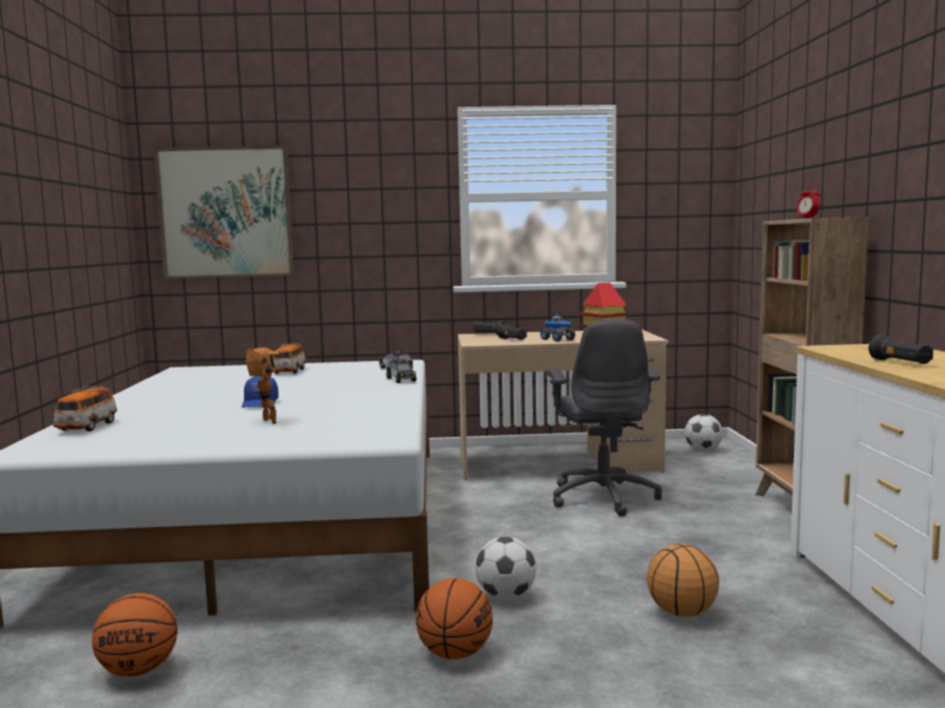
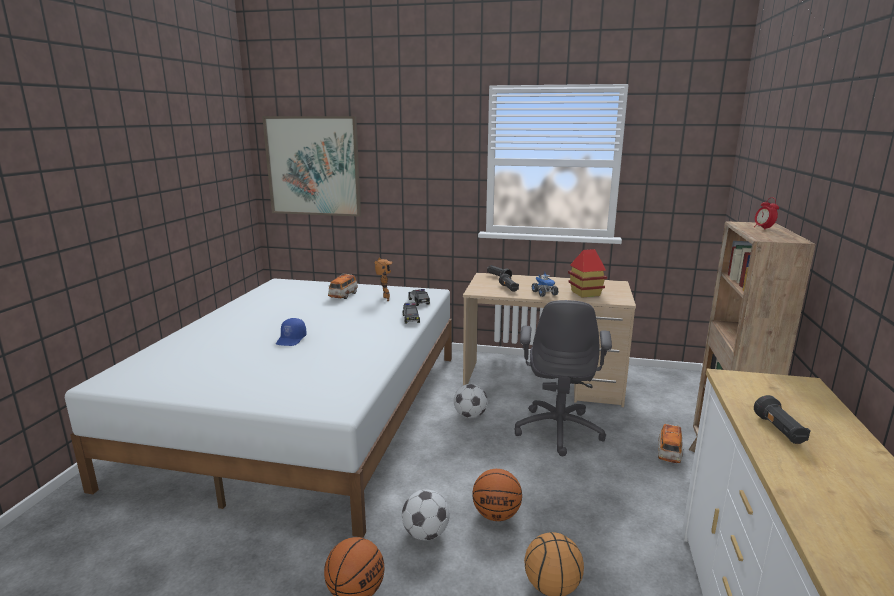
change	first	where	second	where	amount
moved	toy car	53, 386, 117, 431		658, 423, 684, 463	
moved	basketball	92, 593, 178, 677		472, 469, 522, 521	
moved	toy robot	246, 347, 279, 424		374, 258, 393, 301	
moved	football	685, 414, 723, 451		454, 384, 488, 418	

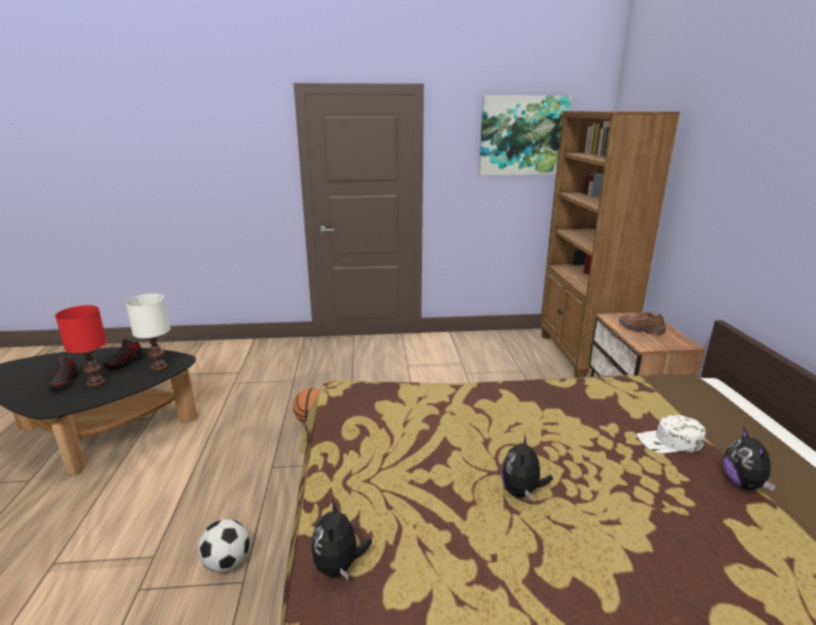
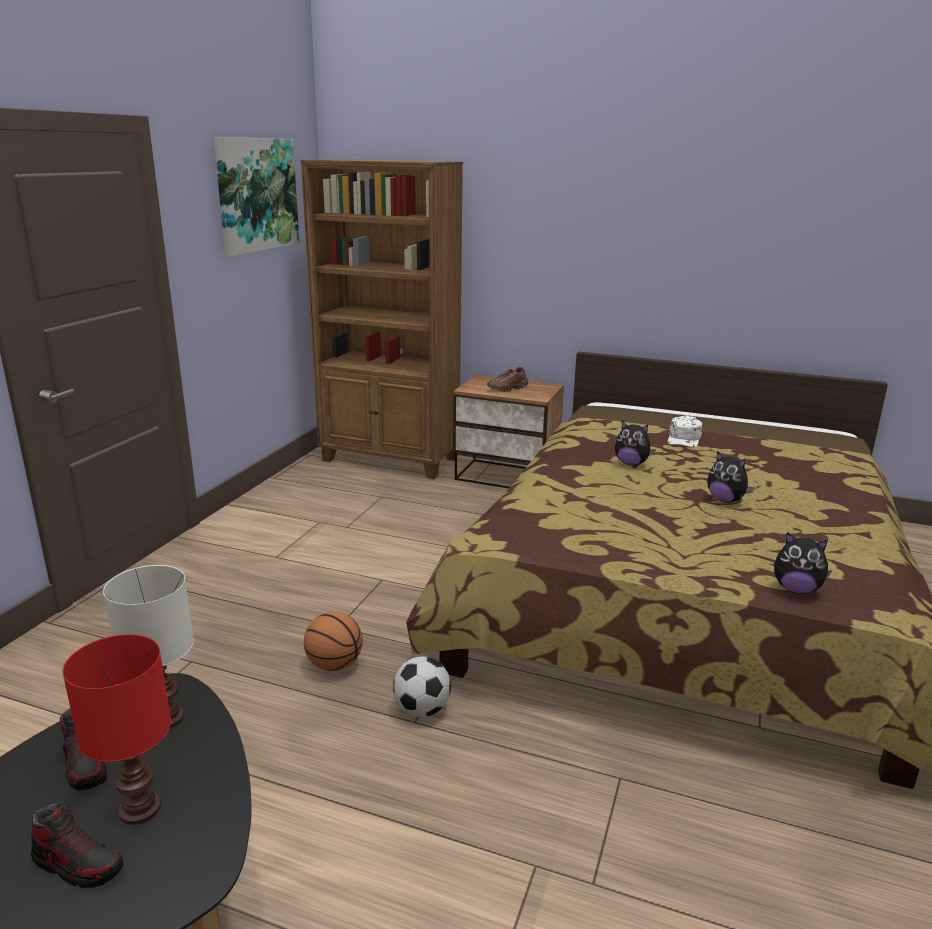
change	first	where	second	where	amount
moved	football	198, 519, 249, 572		393, 657, 451, 717	
moved	plush toy	723, 428, 776, 491		615, 421, 656, 466	

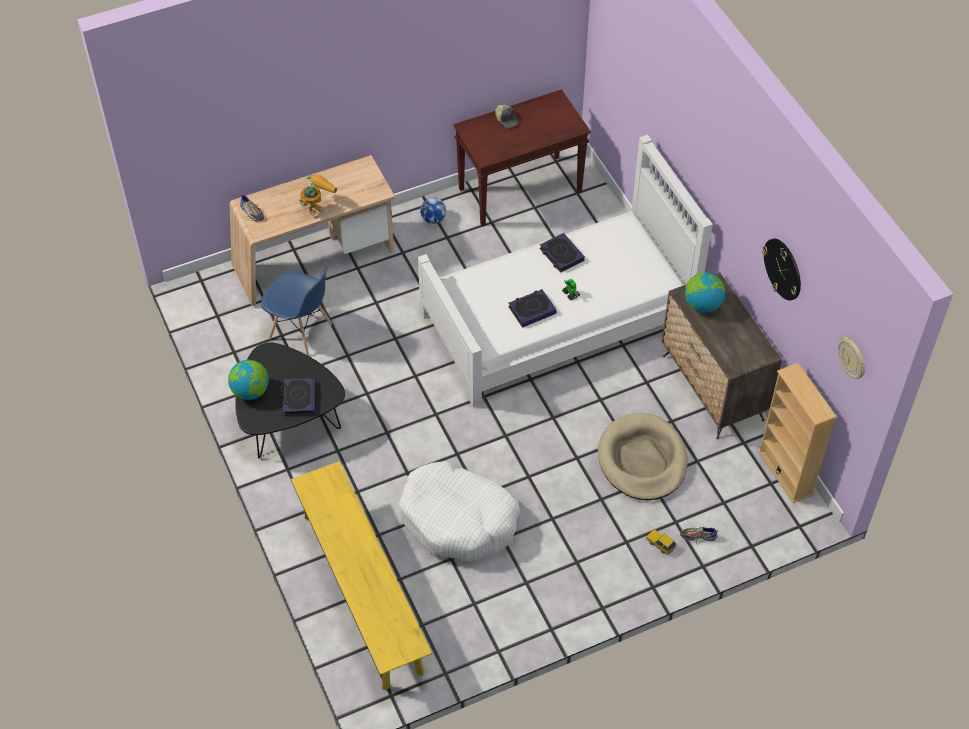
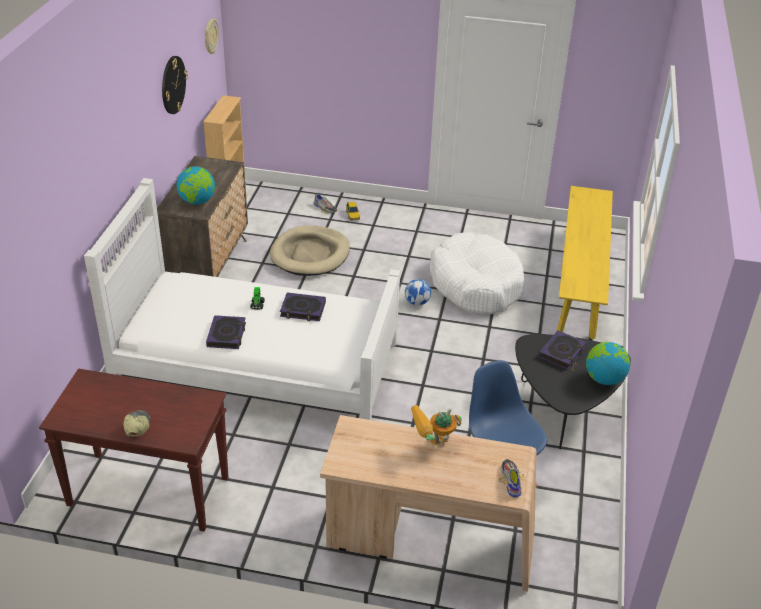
change	first	where	second	where	amount
moved	football	420, 198, 446, 224		405, 279, 431, 306	

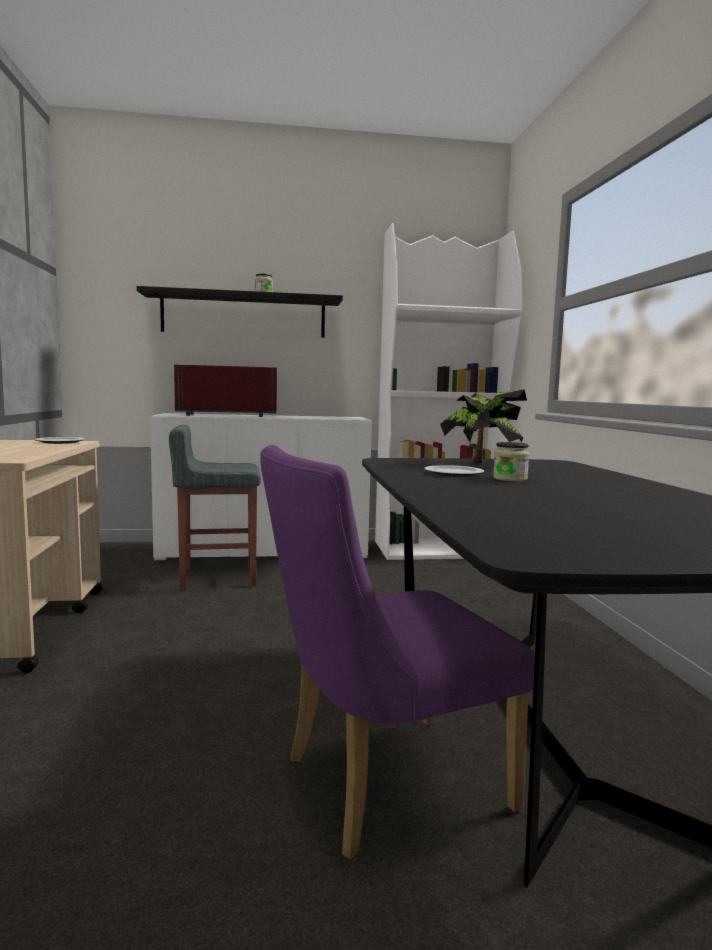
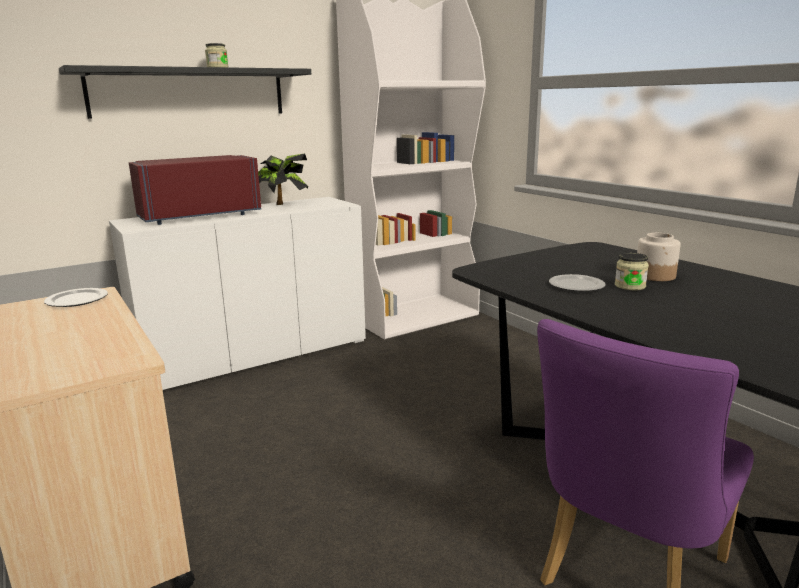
change	first	where	second	where	amount
removed	grey stool	169, 425, 261, 589			
added			jar	637, 233, 681, 281	
moved	potted plant	440, 389, 527, 463		258, 153, 308, 205	

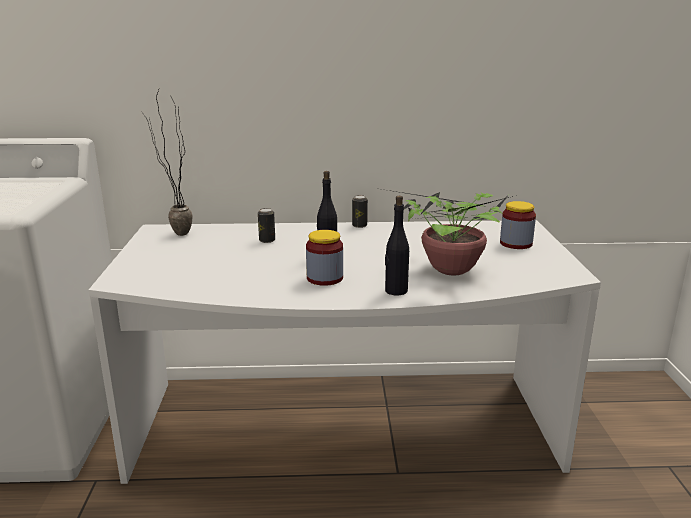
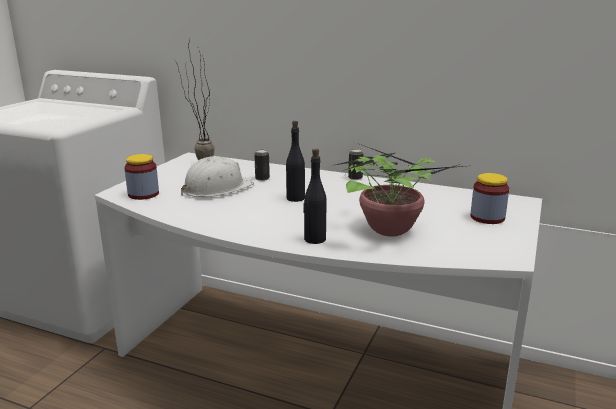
change	first	where	second	where	amount
added			white hard hat	181, 156, 254, 197	
moved	jar	306, 230, 343, 286		124, 154, 159, 200	

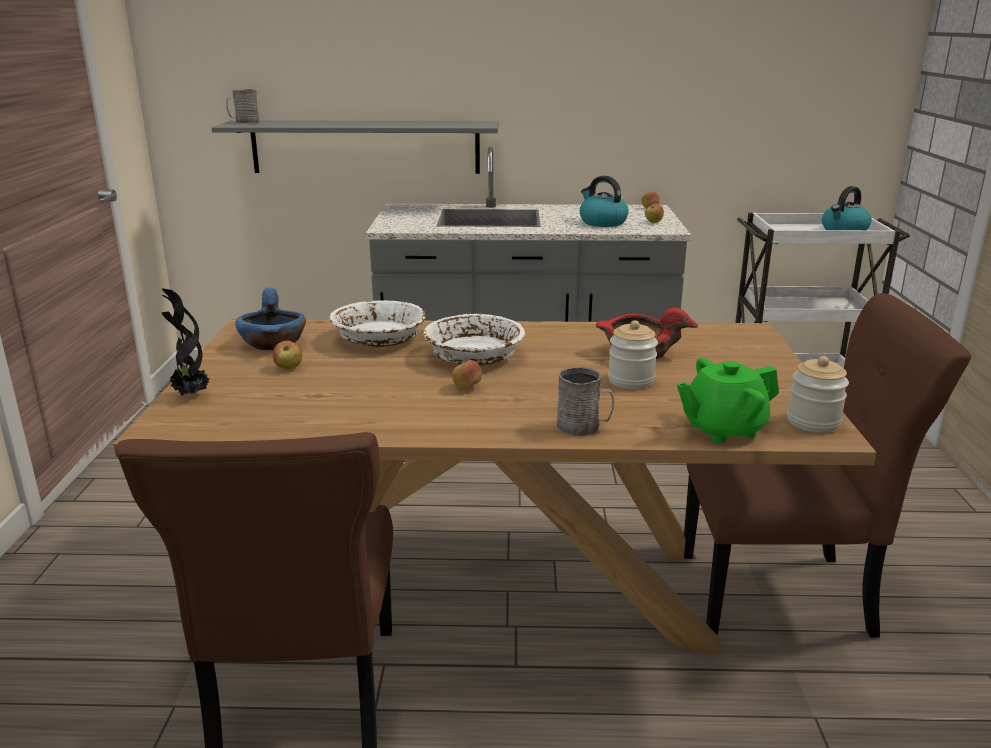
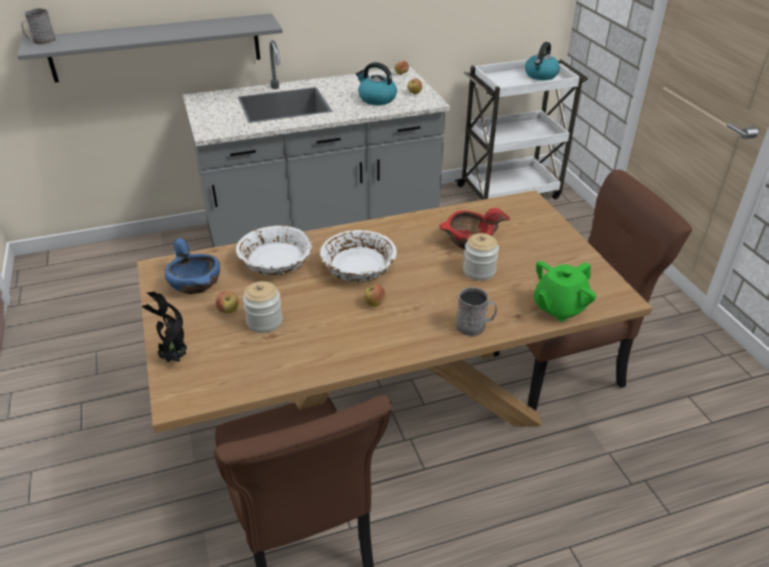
change	first	where	second	where	amount
moved	jar	787, 356, 849, 433		243, 281, 283, 333	

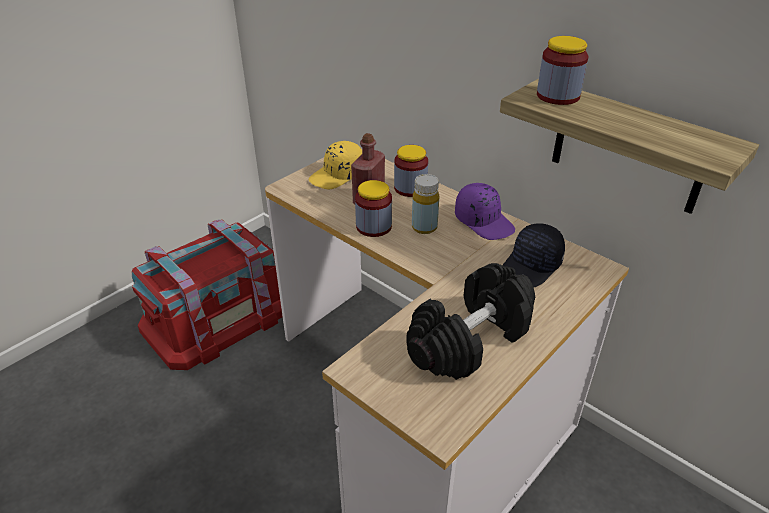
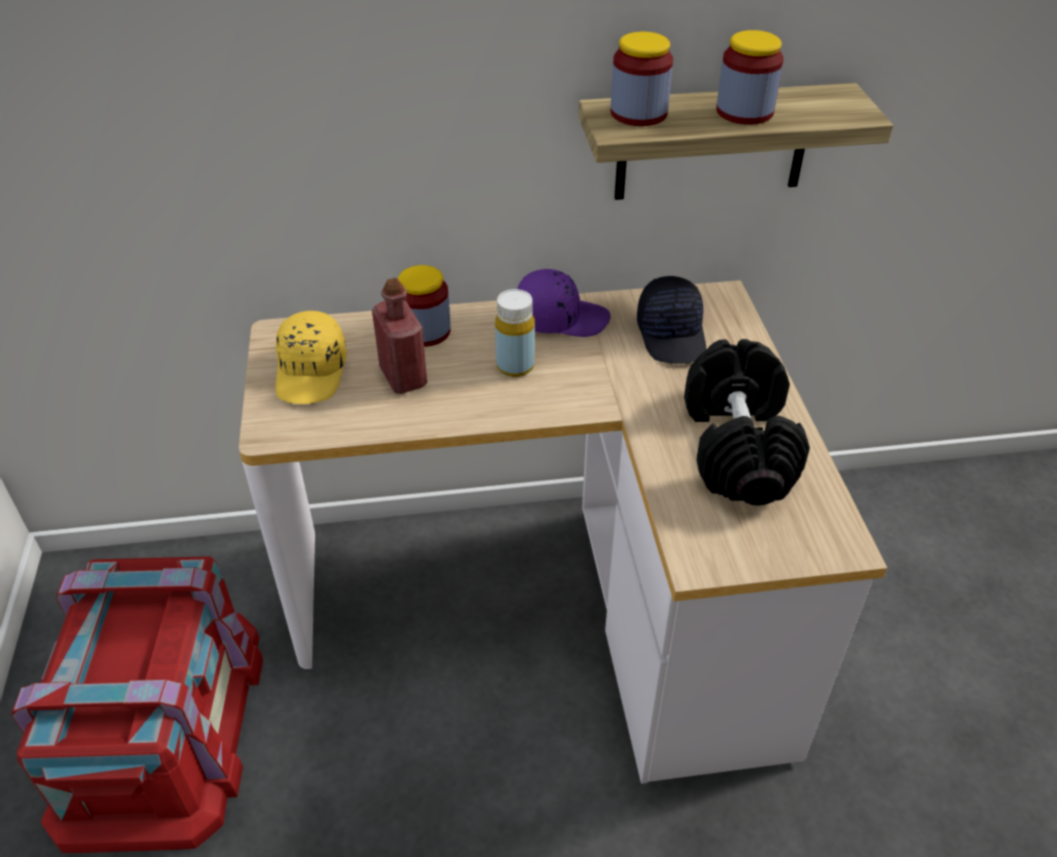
change	first	where	second	where	amount
moved	jar	355, 180, 392, 237		716, 30, 784, 125	

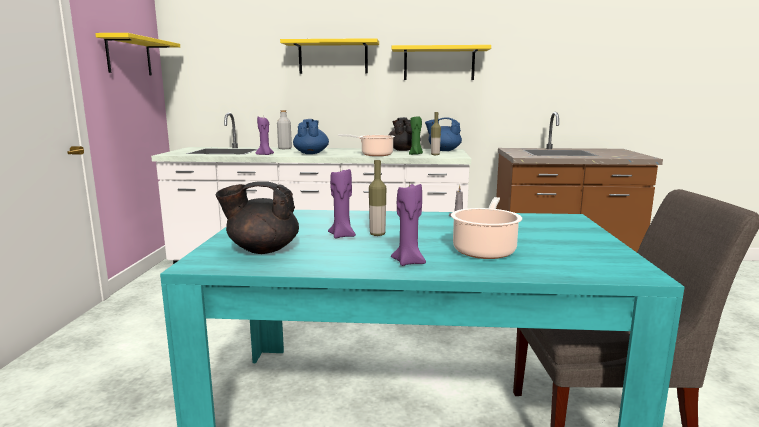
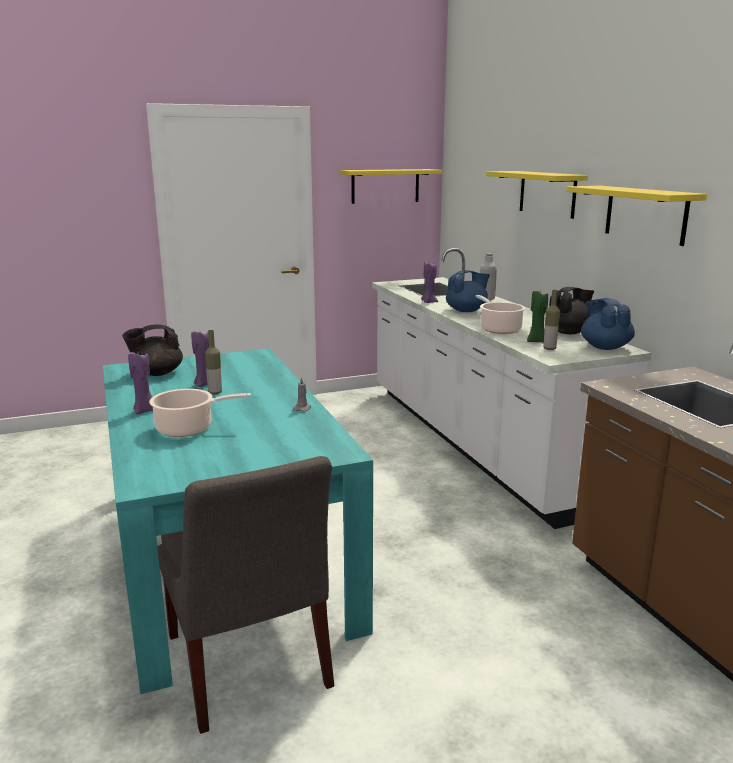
change	first	where	second	where	amount
turned	black teapot	216, 181, 299, 254		122, 324, 183, 376	90 degrees counterclockwise

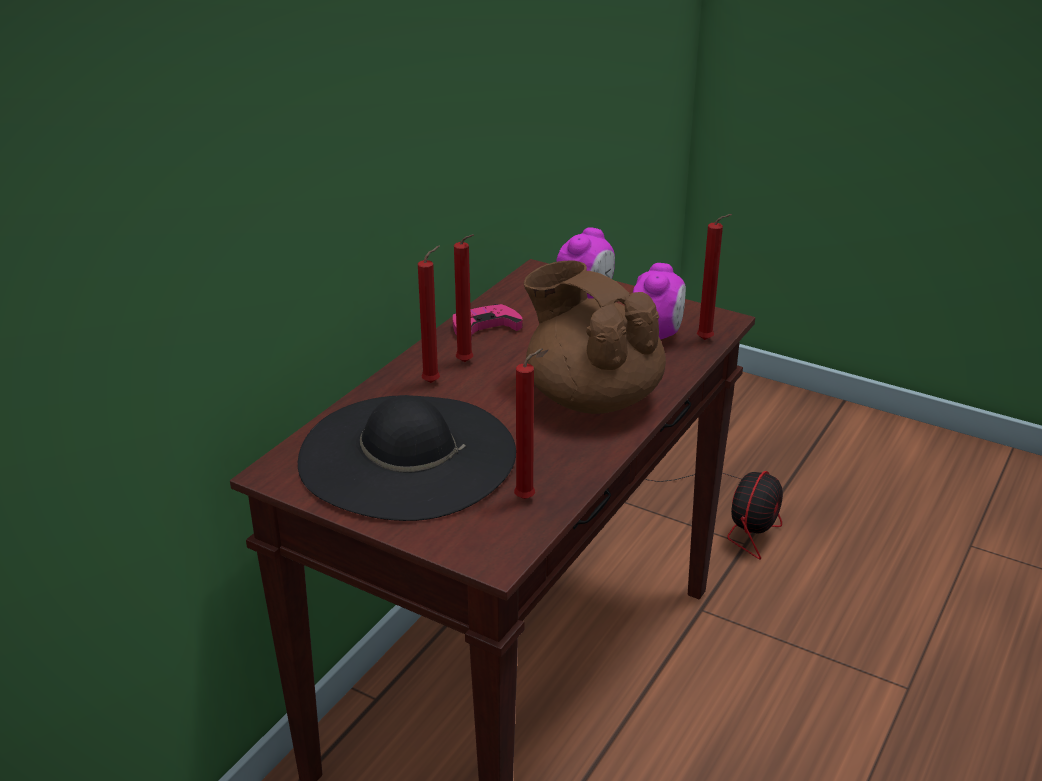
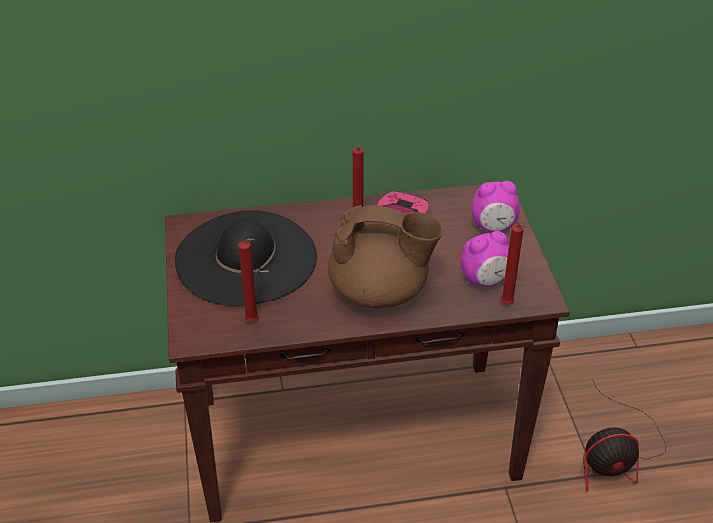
change	first	where	second	where	amount
removed	red candle	418, 246, 440, 383			
turned	brown teapot	524, 260, 666, 414		328, 205, 443, 308	90 degrees clockwise

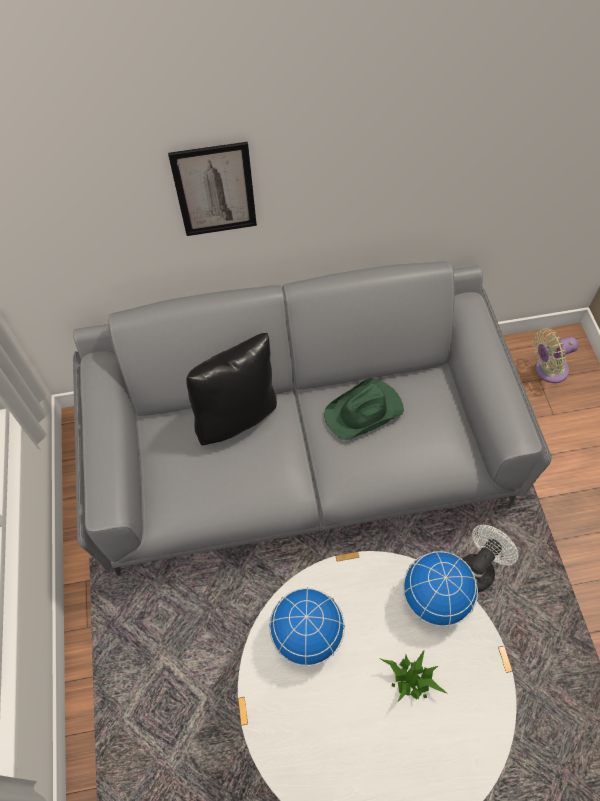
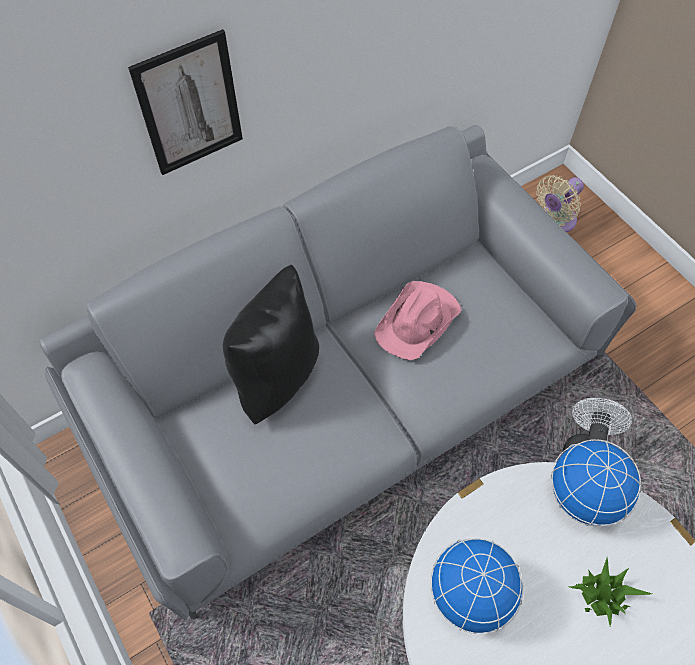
change	first	where	second	where	amount
recoloured	green hat	324, 378, 404, 440	pink hat	374, 281, 461, 360	

